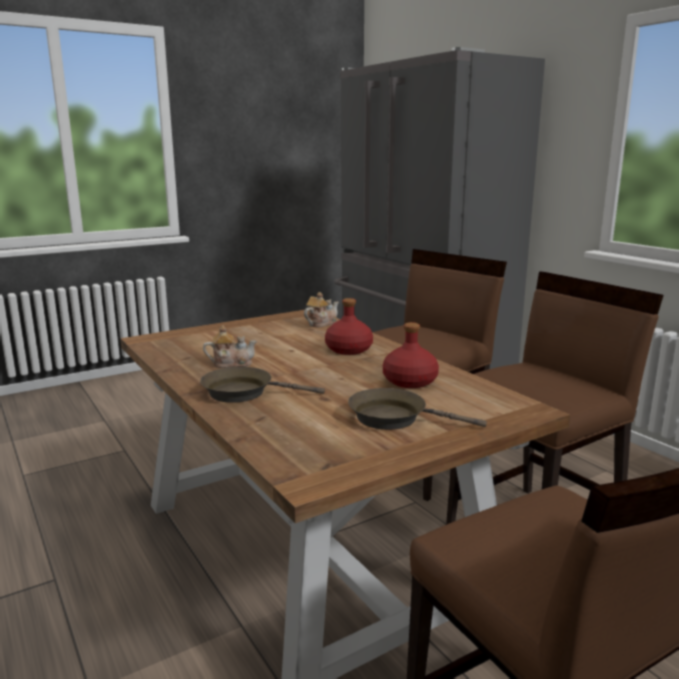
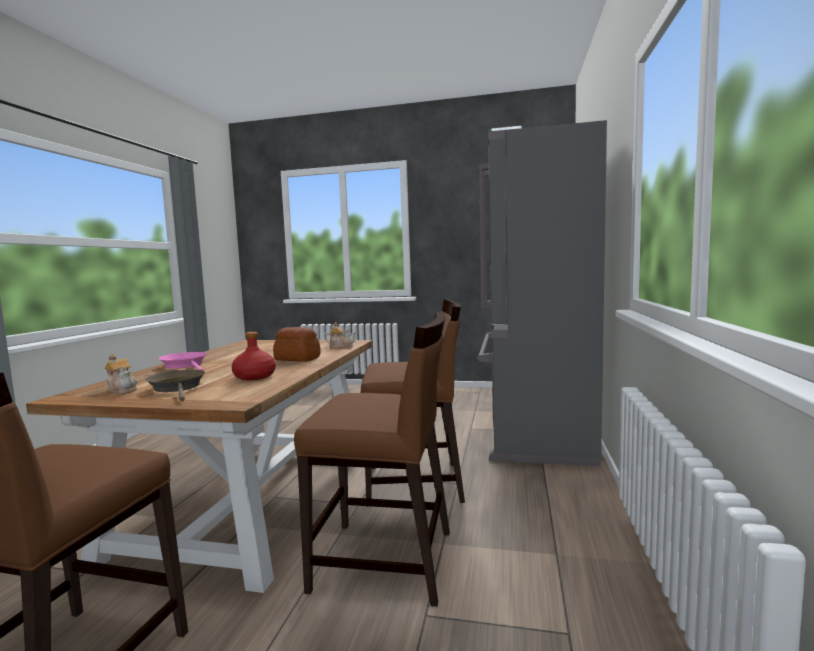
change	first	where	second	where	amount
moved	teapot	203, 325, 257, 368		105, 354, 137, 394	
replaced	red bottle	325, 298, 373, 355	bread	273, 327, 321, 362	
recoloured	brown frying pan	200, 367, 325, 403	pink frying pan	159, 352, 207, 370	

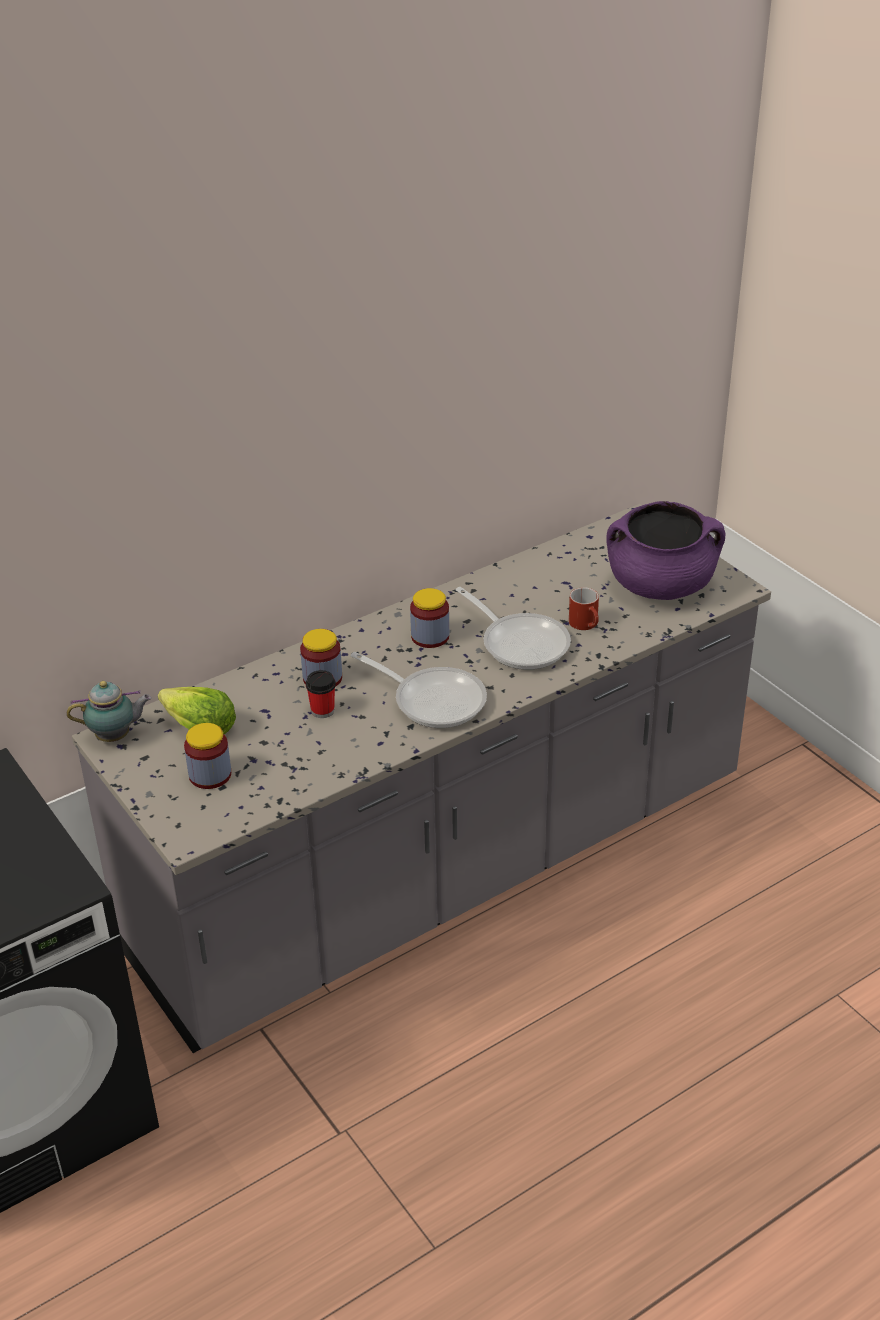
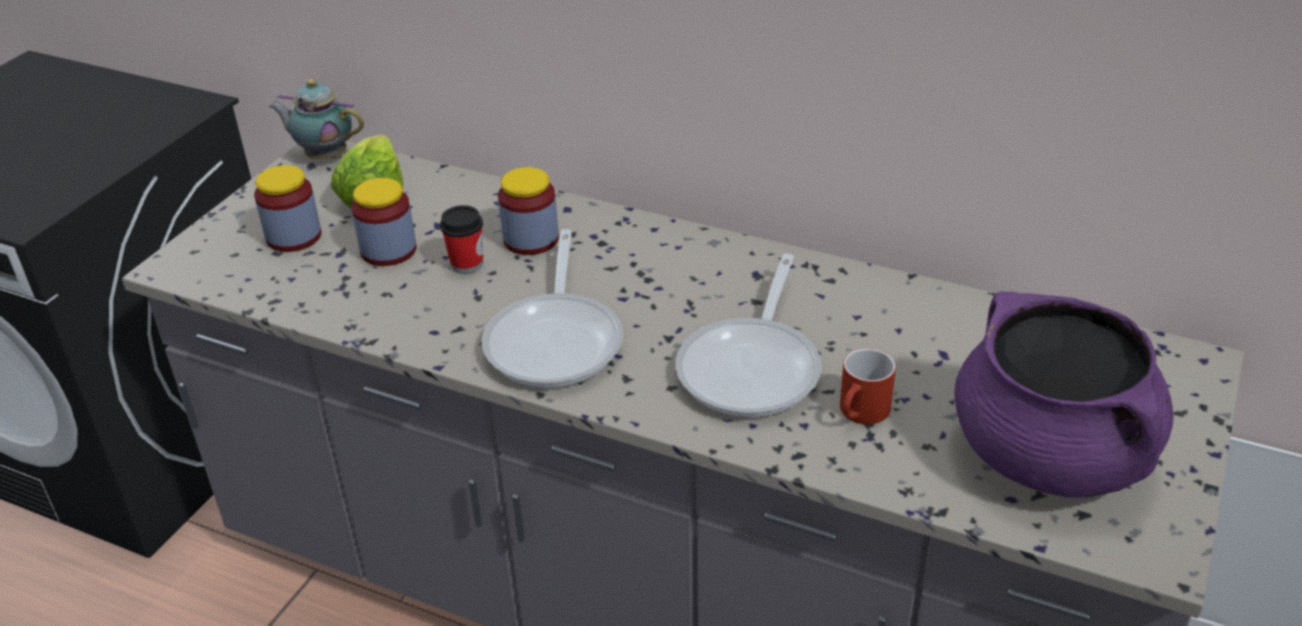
change	first	where	second	where	amount
moved	jar	410, 588, 449, 648		351, 178, 417, 266	
turned	teapot	67, 681, 152, 742		269, 79, 364, 159	150 degrees clockwise

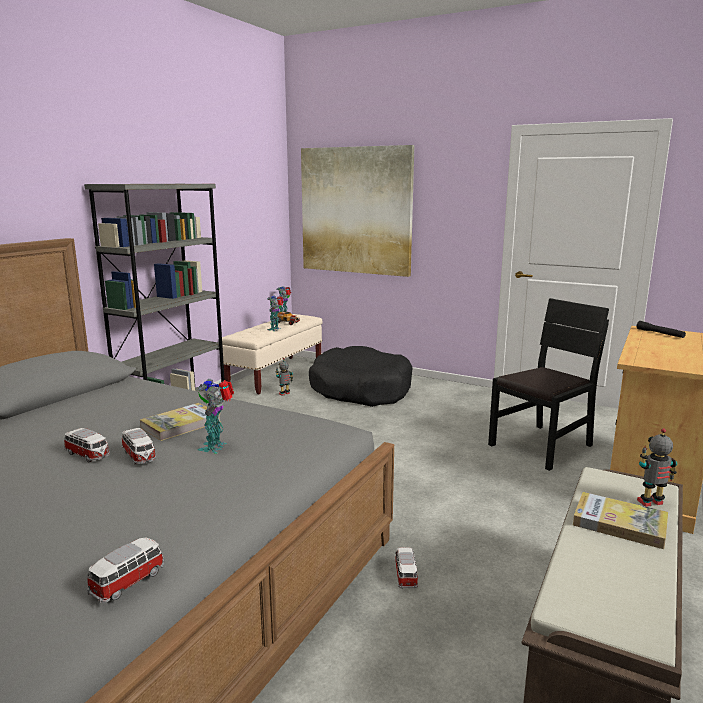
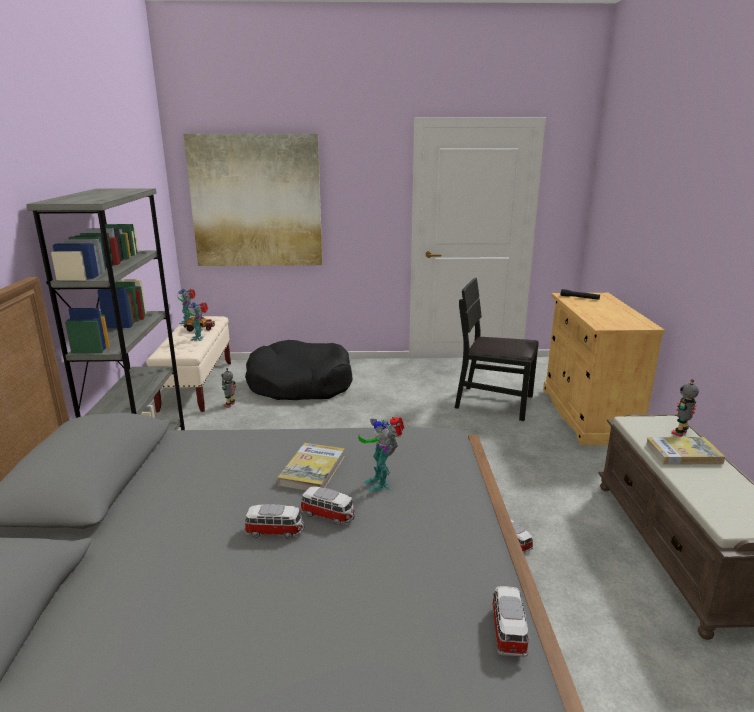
change	first	where	second	where	amount
turned	black chair	488, 298, 609, 471		455, 278, 539, 421	90 degrees counterclockwise

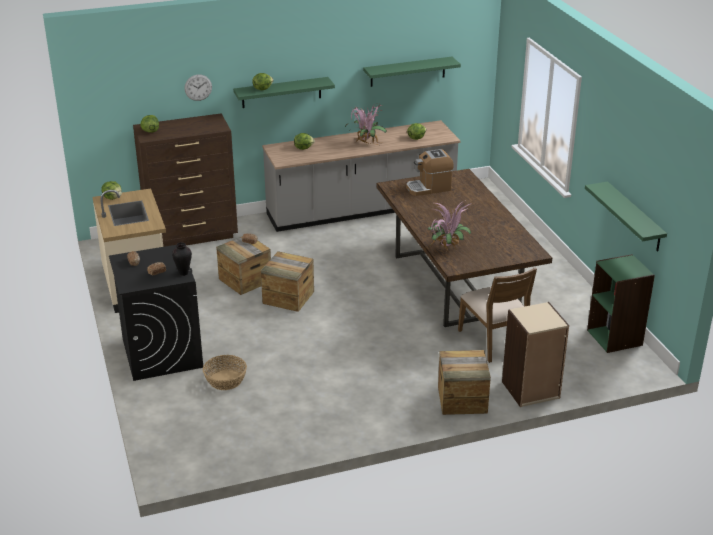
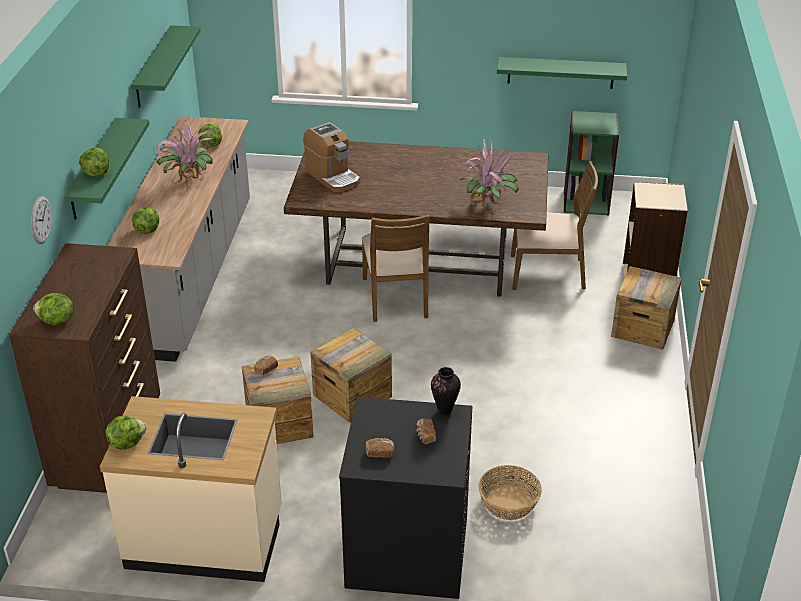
change	first	where	second	where	amount
added			brown chair	362, 214, 430, 322	
turned	coffee machine	406, 149, 454, 196		303, 122, 360, 192	45 degrees counterclockwise

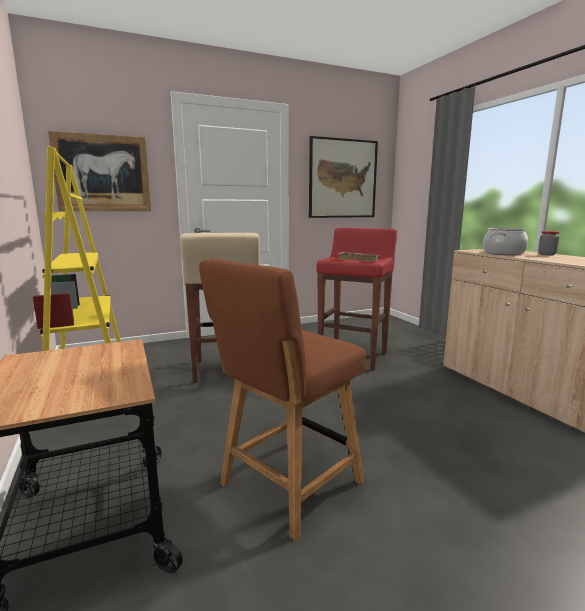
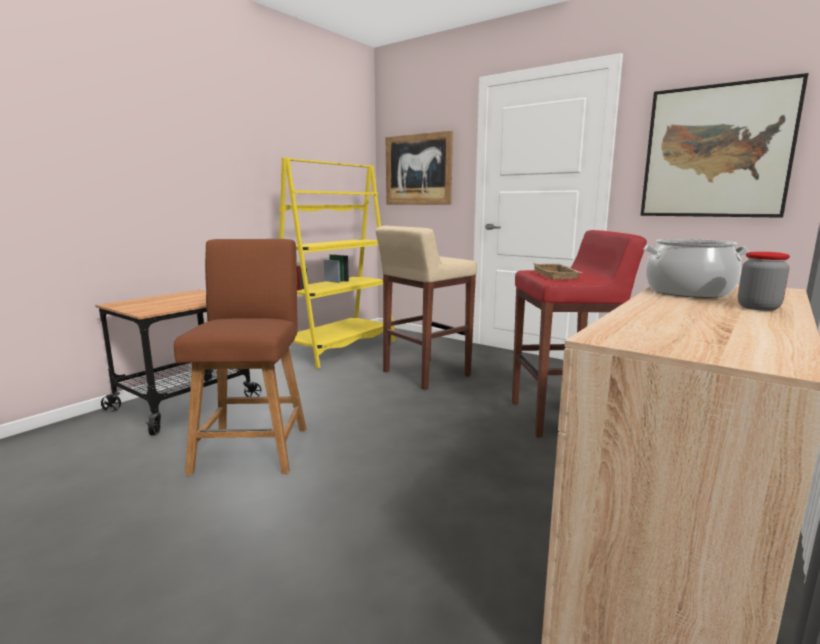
change	first	where	second	where	amount
turned	brown chair	199, 259, 367, 541		174, 239, 306, 475	75 degrees clockwise

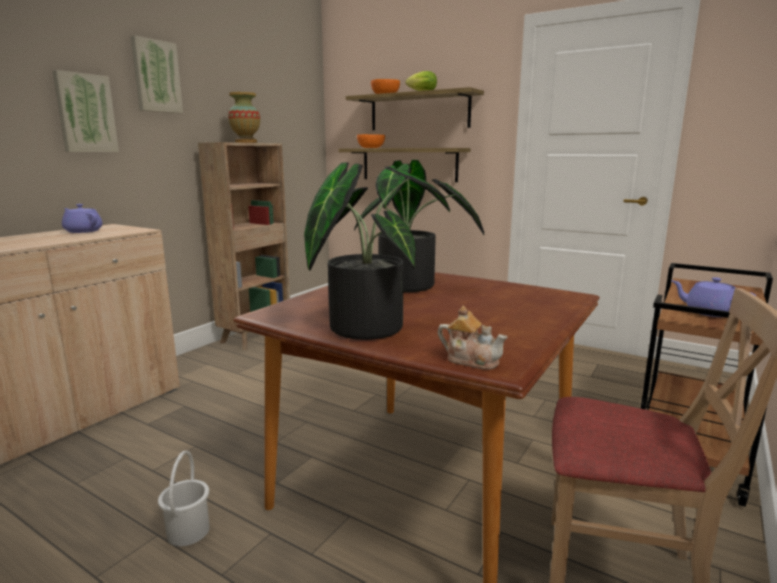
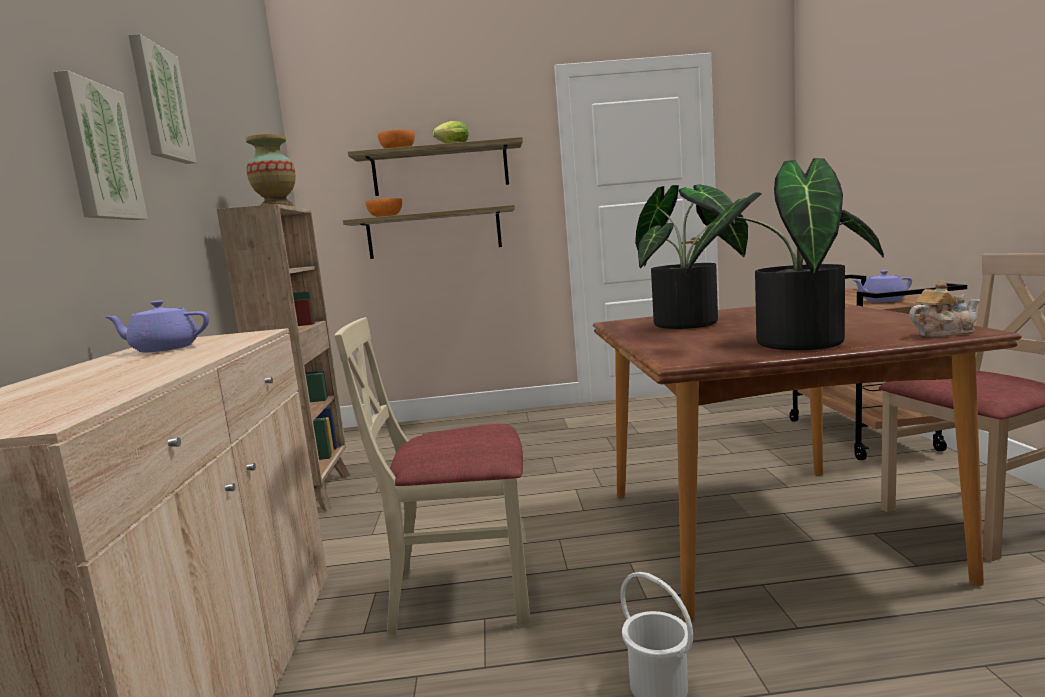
change	first	where	second	where	amount
added			beige chair	334, 317, 531, 638	

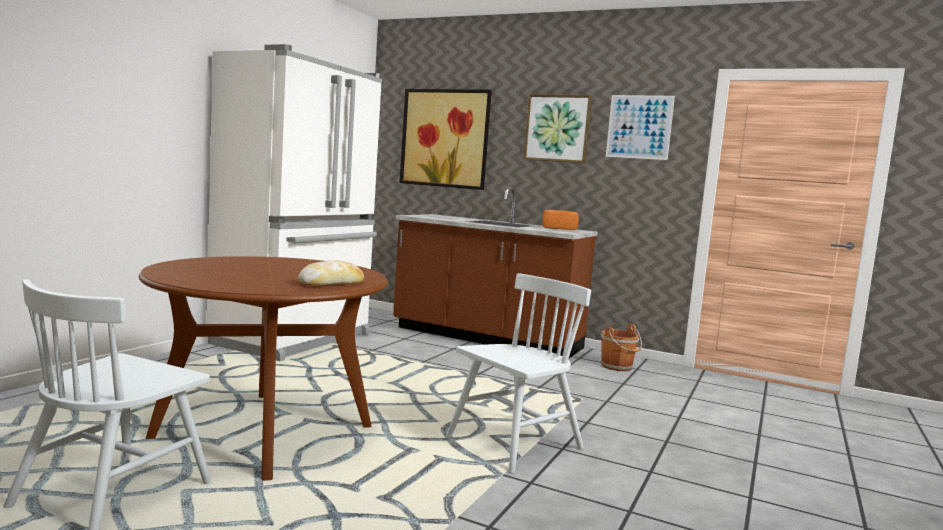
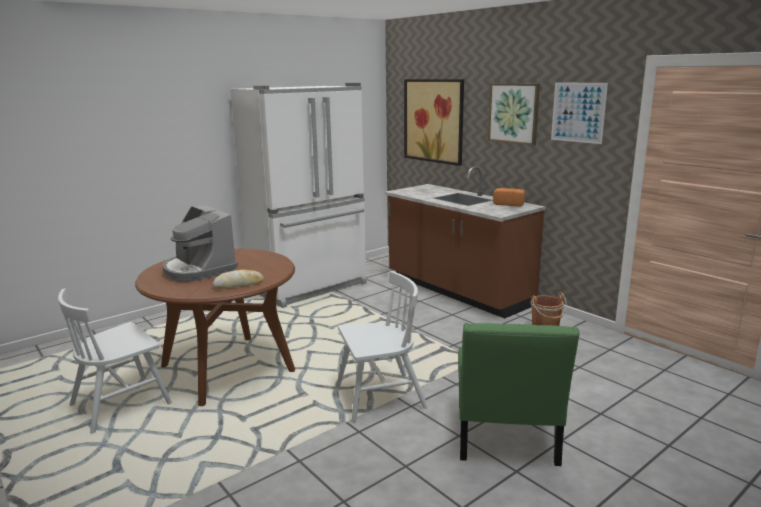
change	first	where	second	where	amount
added			coffee machine	163, 205, 238, 282	
added			green chair	458, 323, 580, 466	

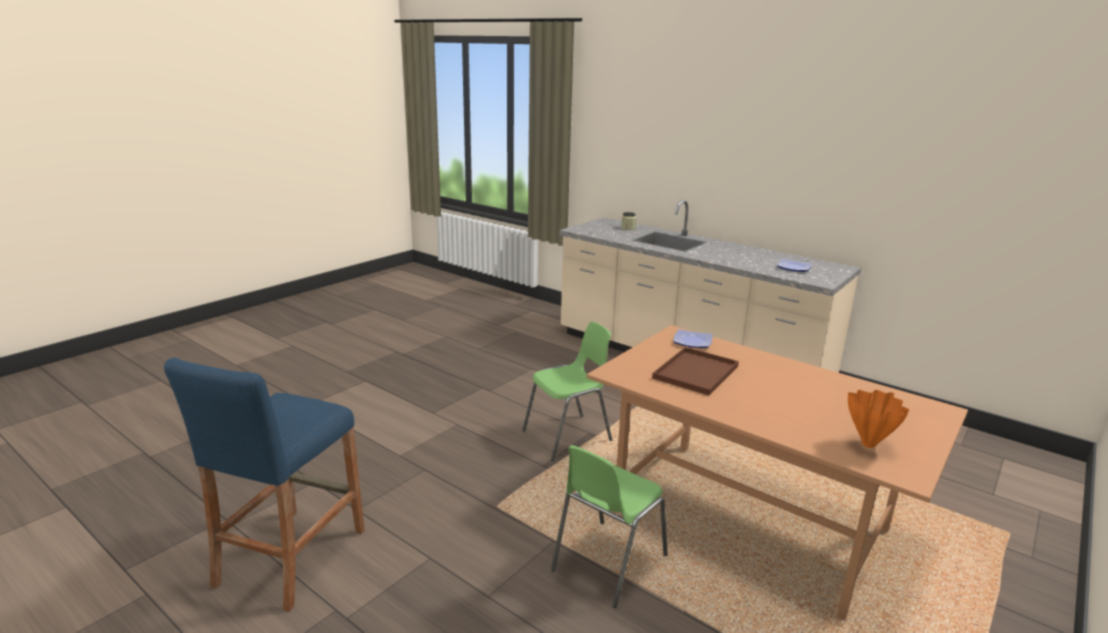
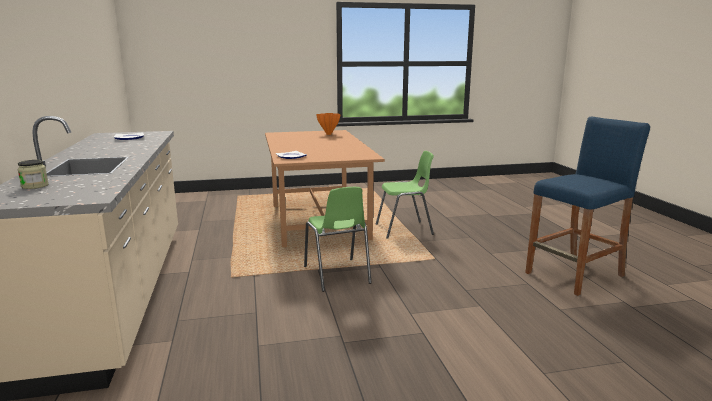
change	first	where	second	where	amount
removed	brown tray	652, 347, 739, 395			
turned	green chair	522, 322, 612, 461		304, 187, 372, 292	120 degrees counterclockwise

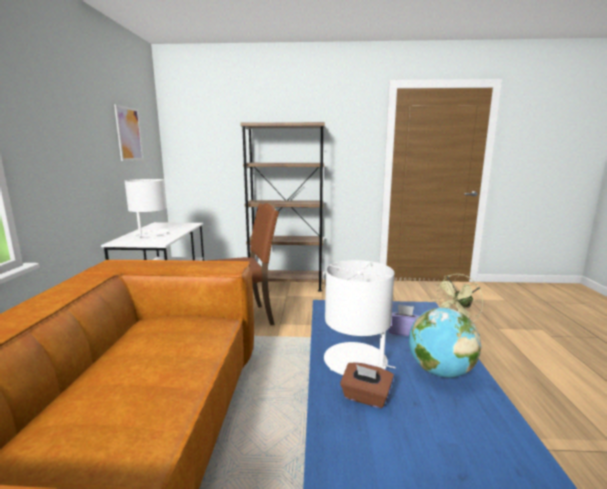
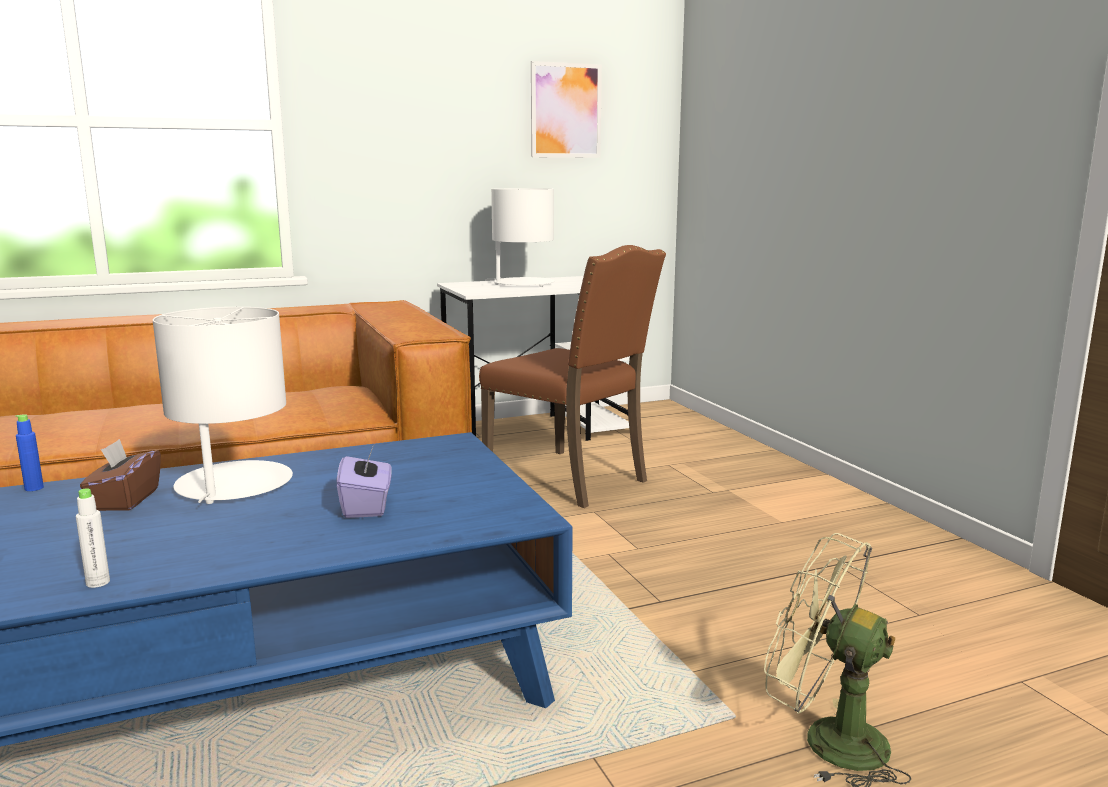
change	first	where	second	where	amount
removed	brown bookcase	240, 122, 325, 292			
removed	globe	409, 307, 481, 378			
added			blue bottle	15, 414, 44, 491	
added			white bottle	76, 488, 110, 588	

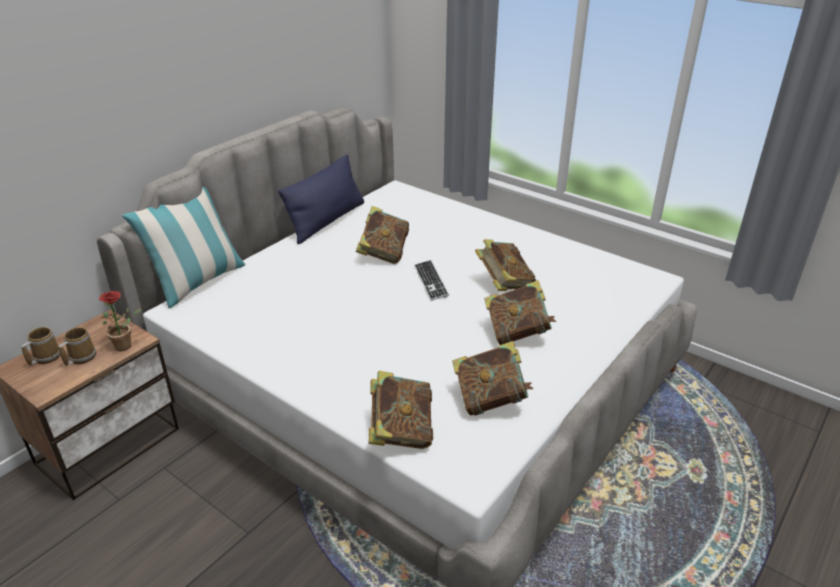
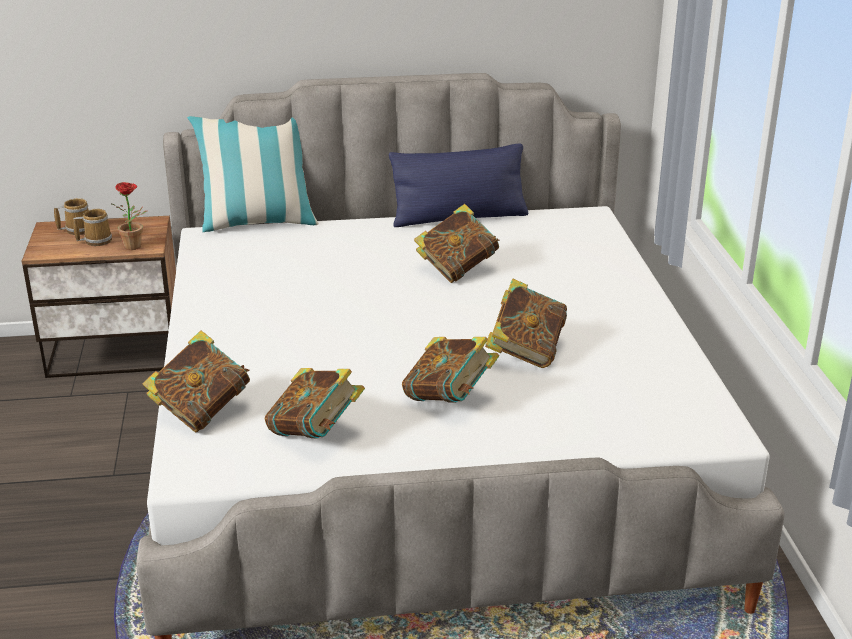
change	first	where	second	where	amount
removed	keyboard	414, 260, 449, 301			

